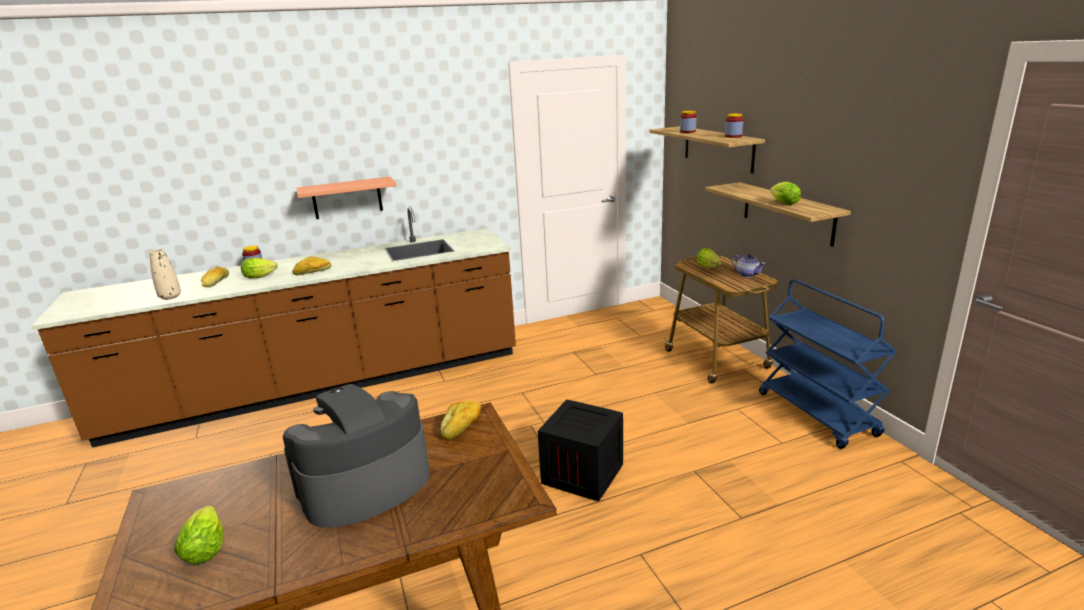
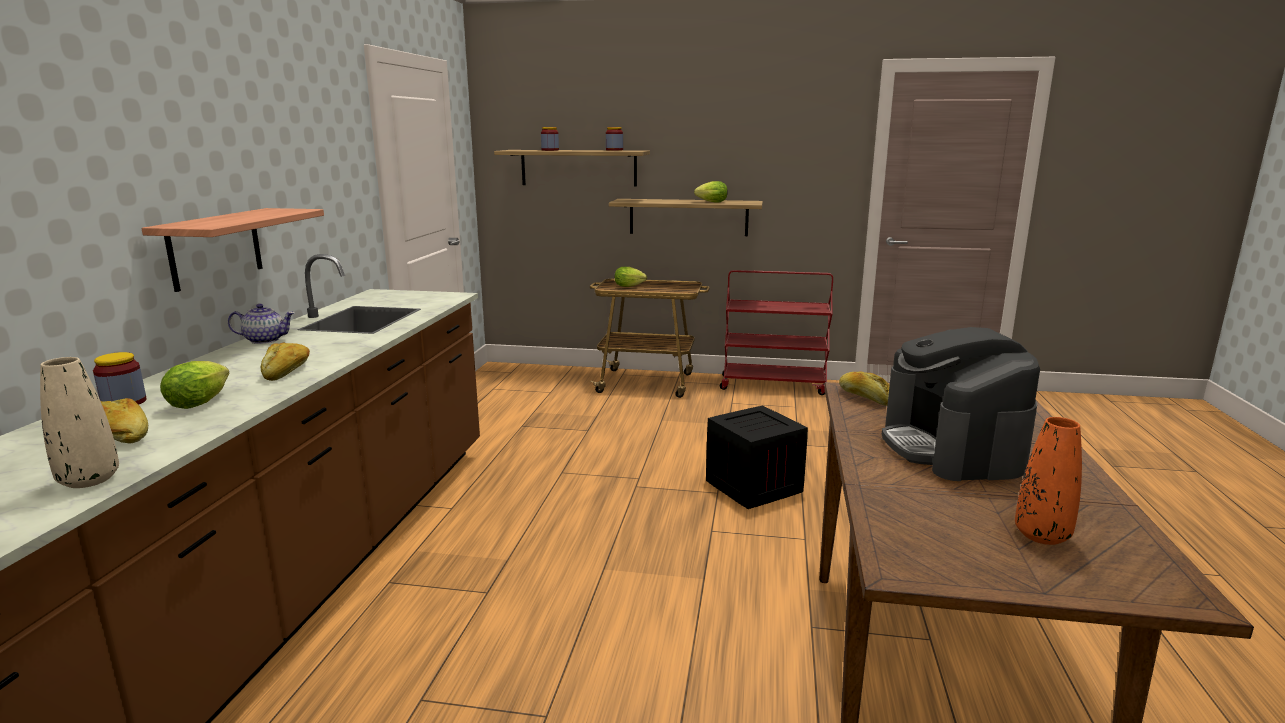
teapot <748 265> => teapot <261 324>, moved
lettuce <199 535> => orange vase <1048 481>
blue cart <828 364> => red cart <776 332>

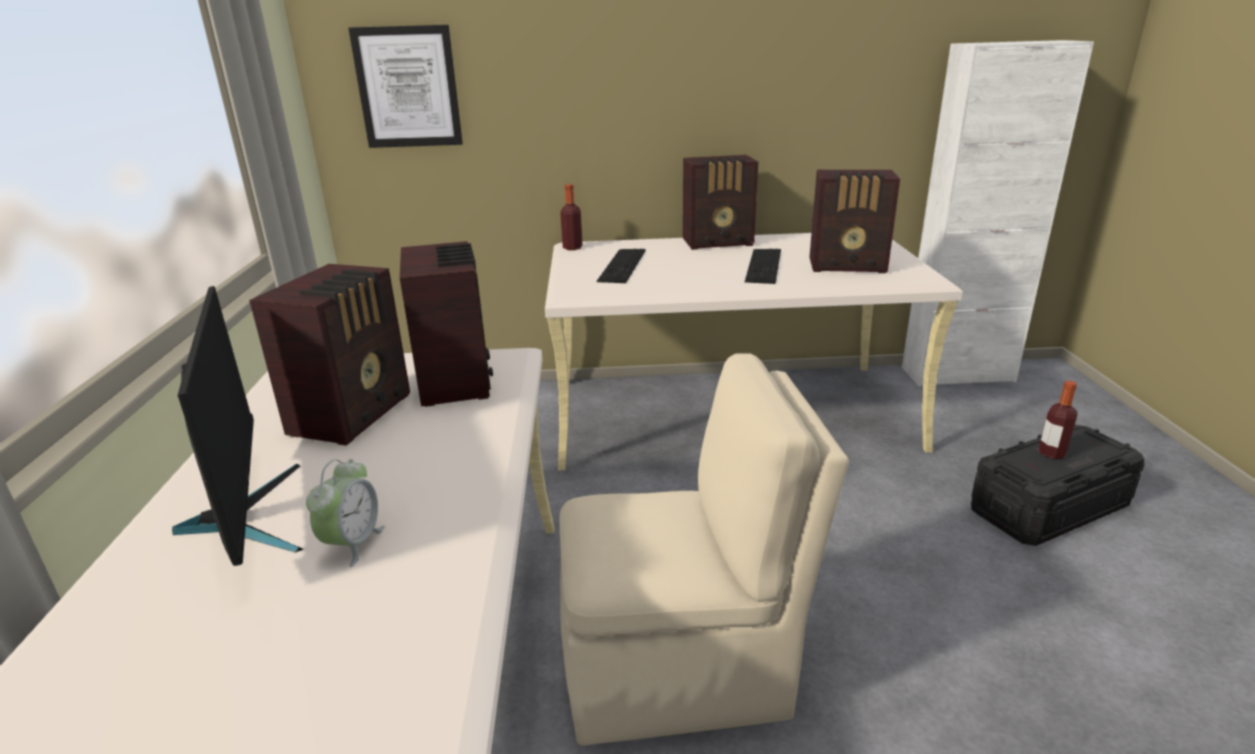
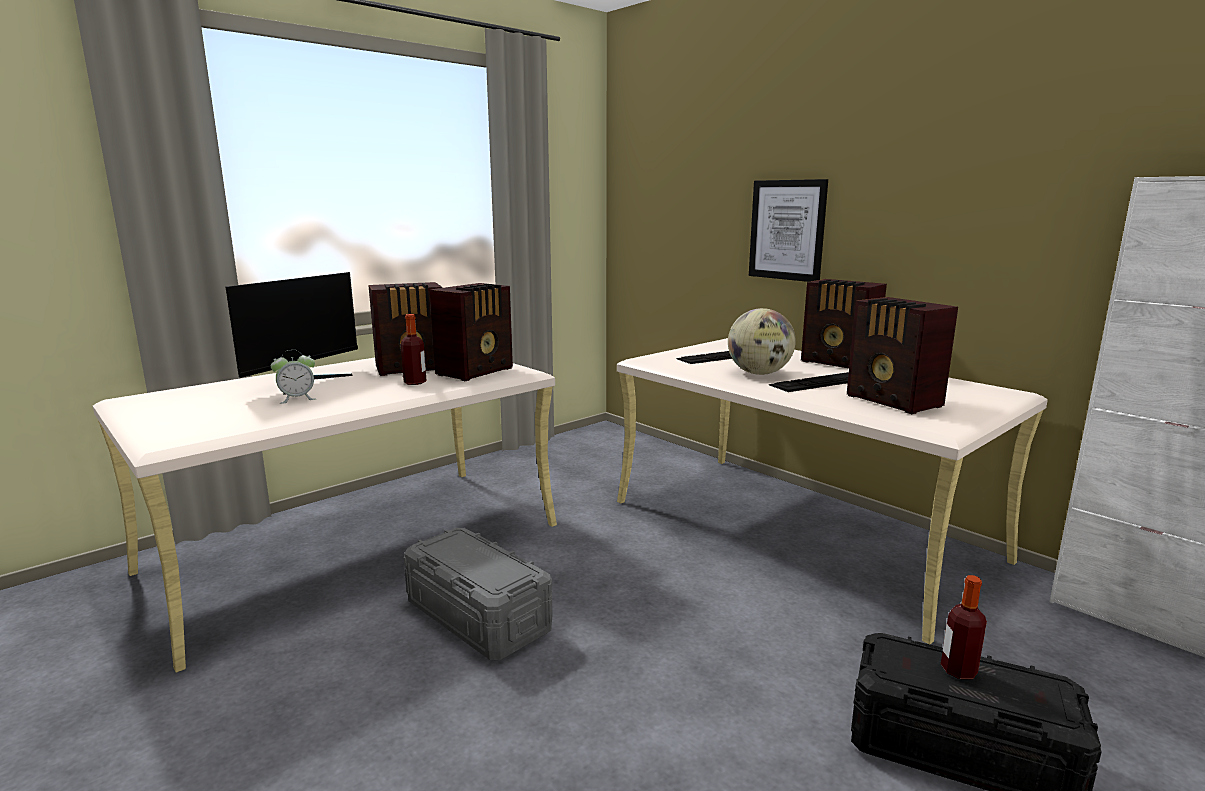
nothing => globe <762 341>
picture <405 86> => picture <788 230>, moved
bottle <572 217> => bottle <413 349>, moved
beige chair <704 549> => grey storage box <478 594>

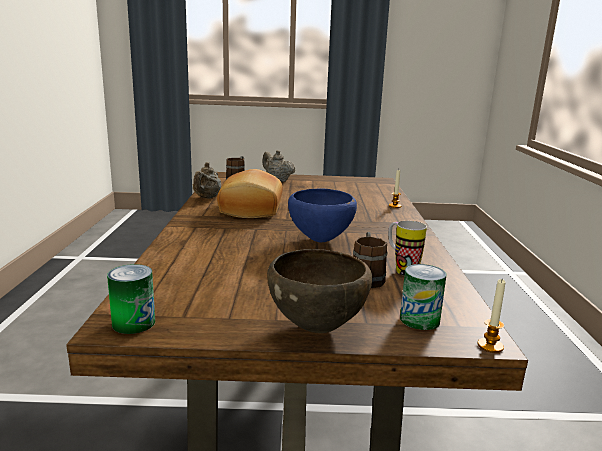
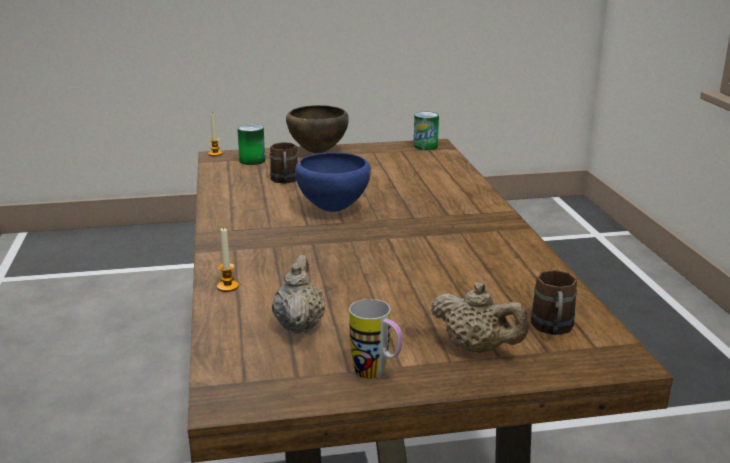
bread <250 193> => nothing
beige teapot <207 180> => beige teapot <298 294>, moved
mug <407 248> => mug <376 339>, moved

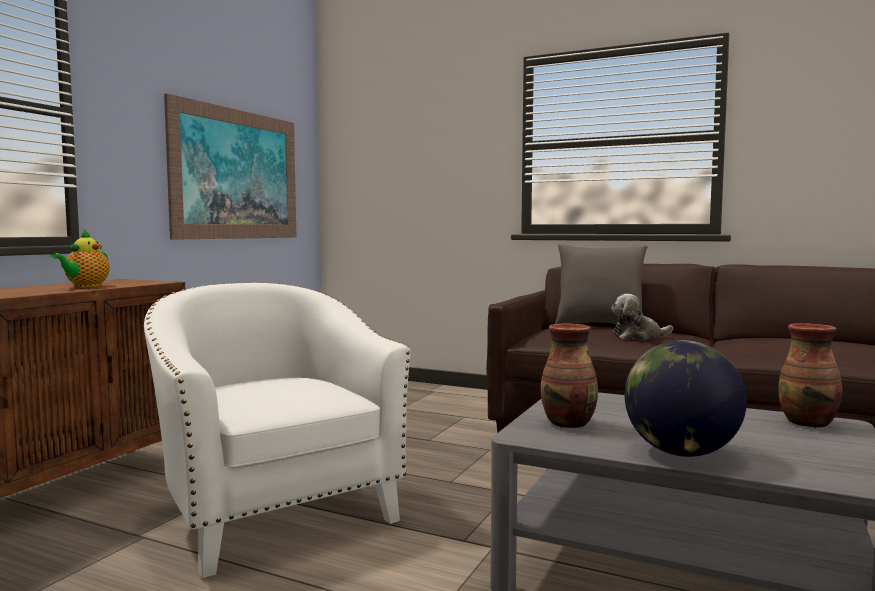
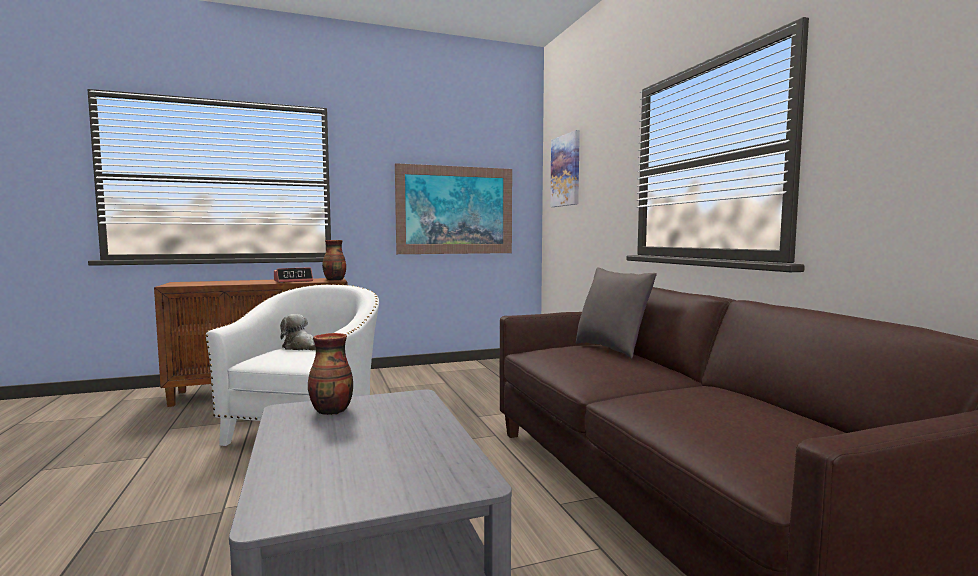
globe <686 398> => nothing
nothing => picture <565 168>
plush toy <642 316> => plush toy <298 332>, moved
vase <810 375> => vase <334 260>, moved
teapot <80 258> => alarm clock <293 275>

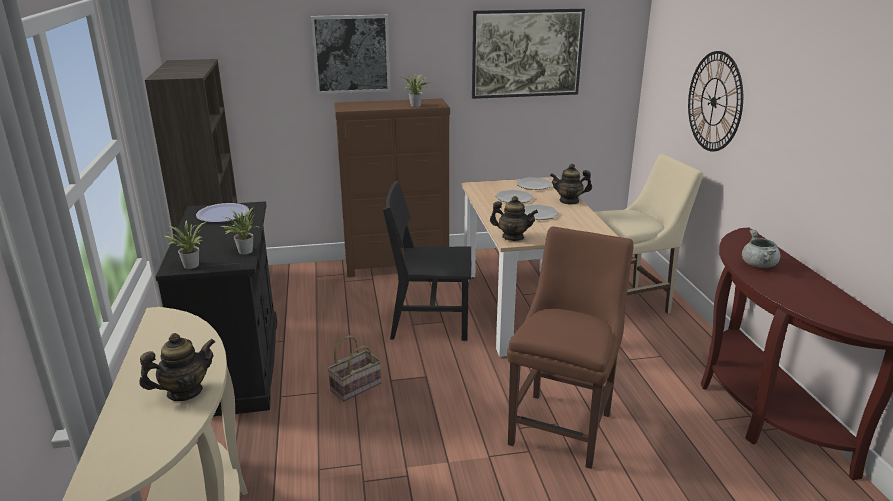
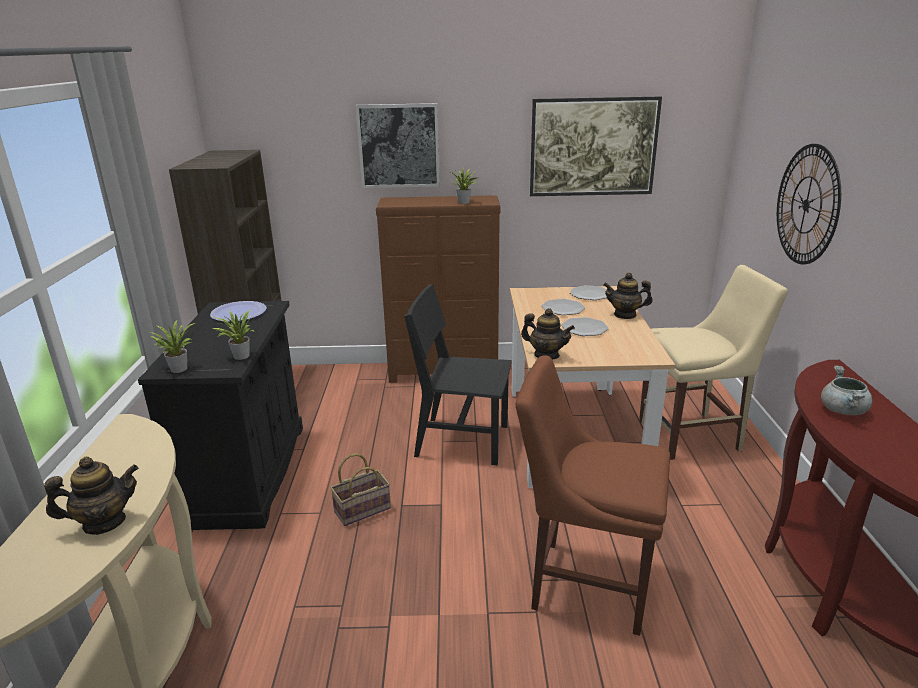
brown chair <570 347> => brown chair <593 495>, 105 degrees counterclockwise

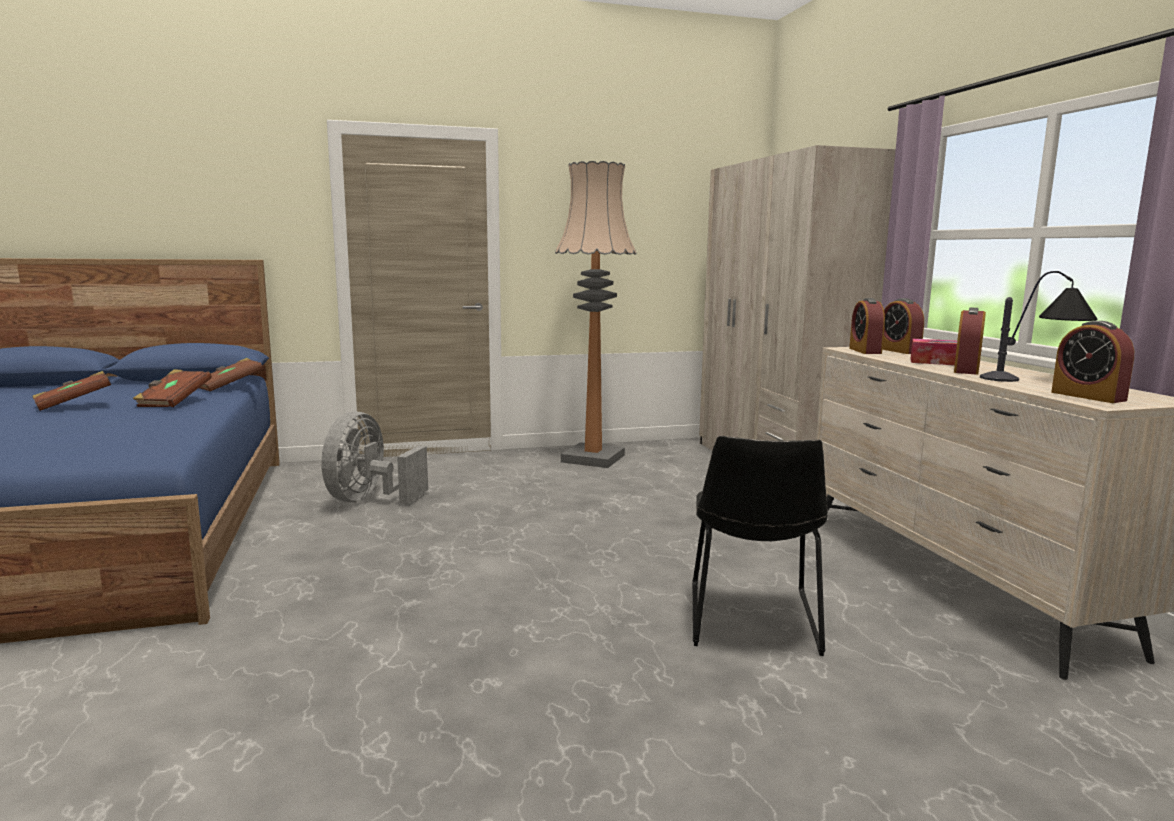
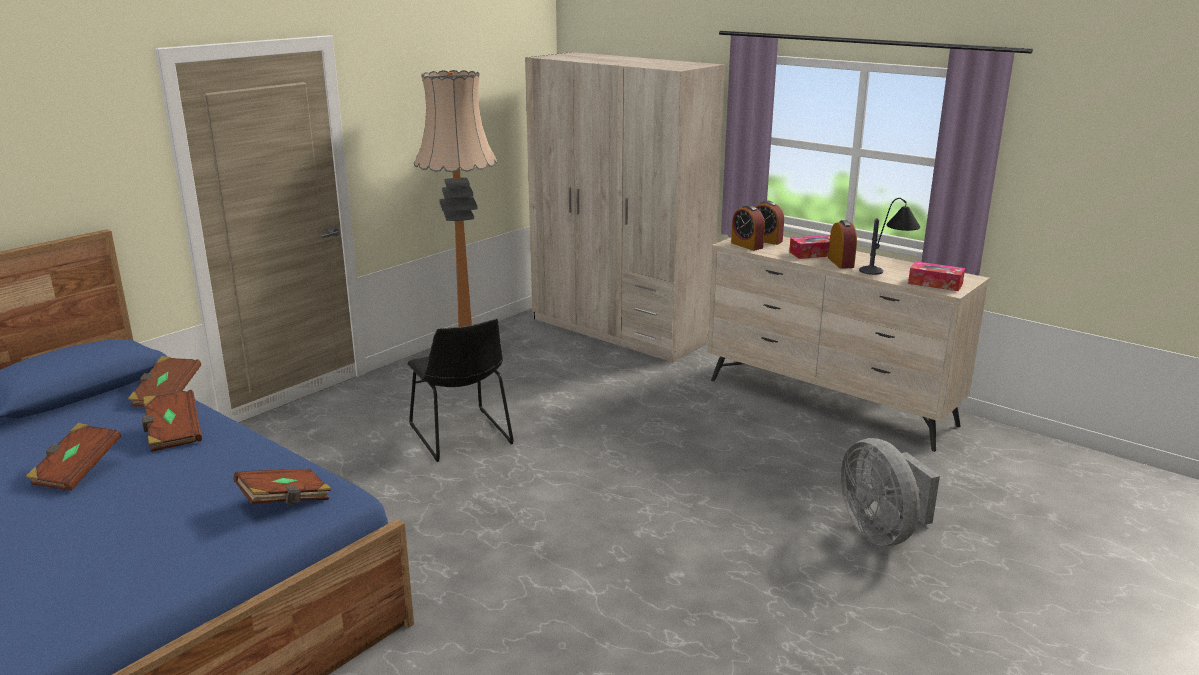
nothing => brown book <283 486>
grey fan <374 457> => grey fan <890 492>, moved
black chair <760 546> => black chair <460 390>, moved
alarm clock <1092 362> => tissue box <936 276>

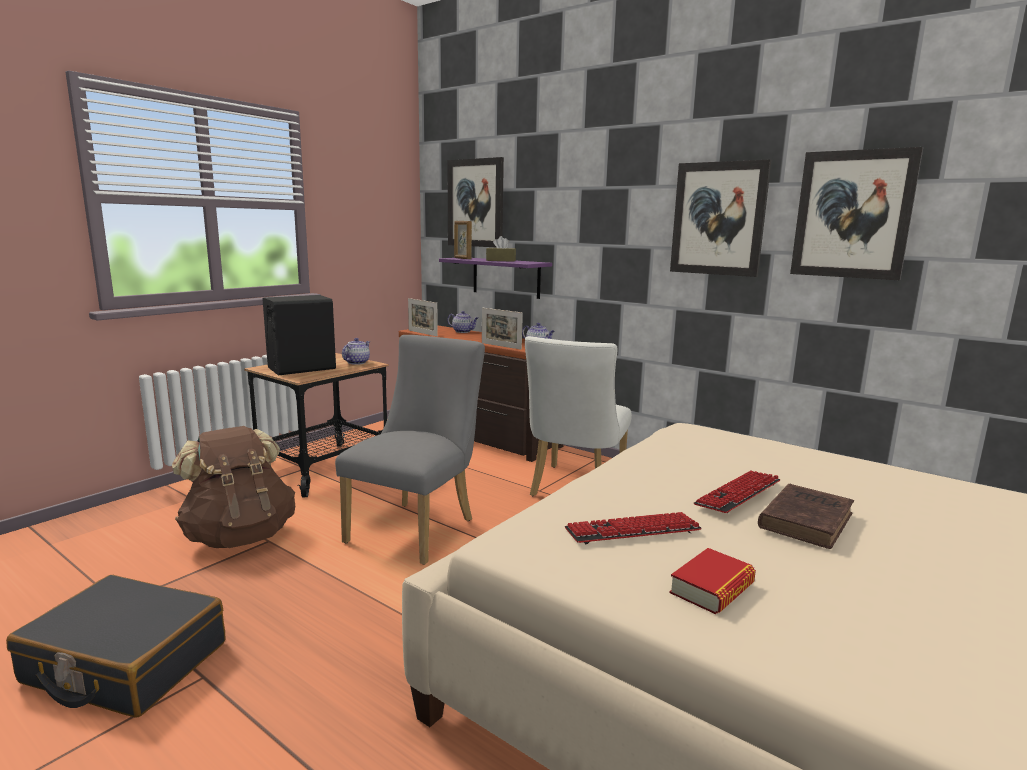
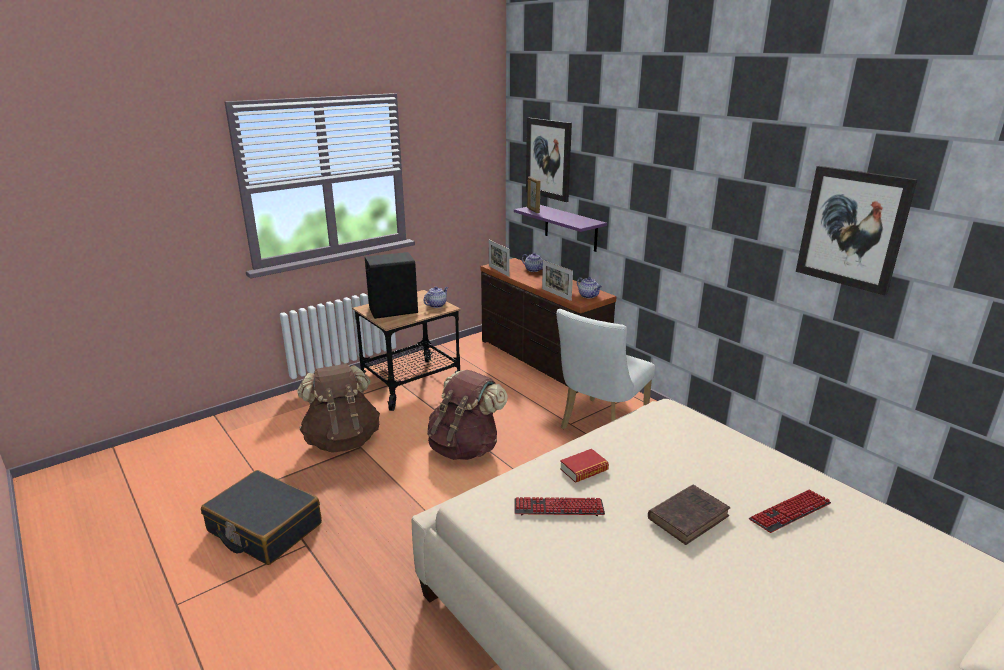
brown tissue box <501 249> => nothing
picture <720 218> => nothing
book <712 581> => book <584 466>, moved
keyboard <737 492> => keyboard <790 511>, moved
grey chair <410 450> => brown backpack <467 415>

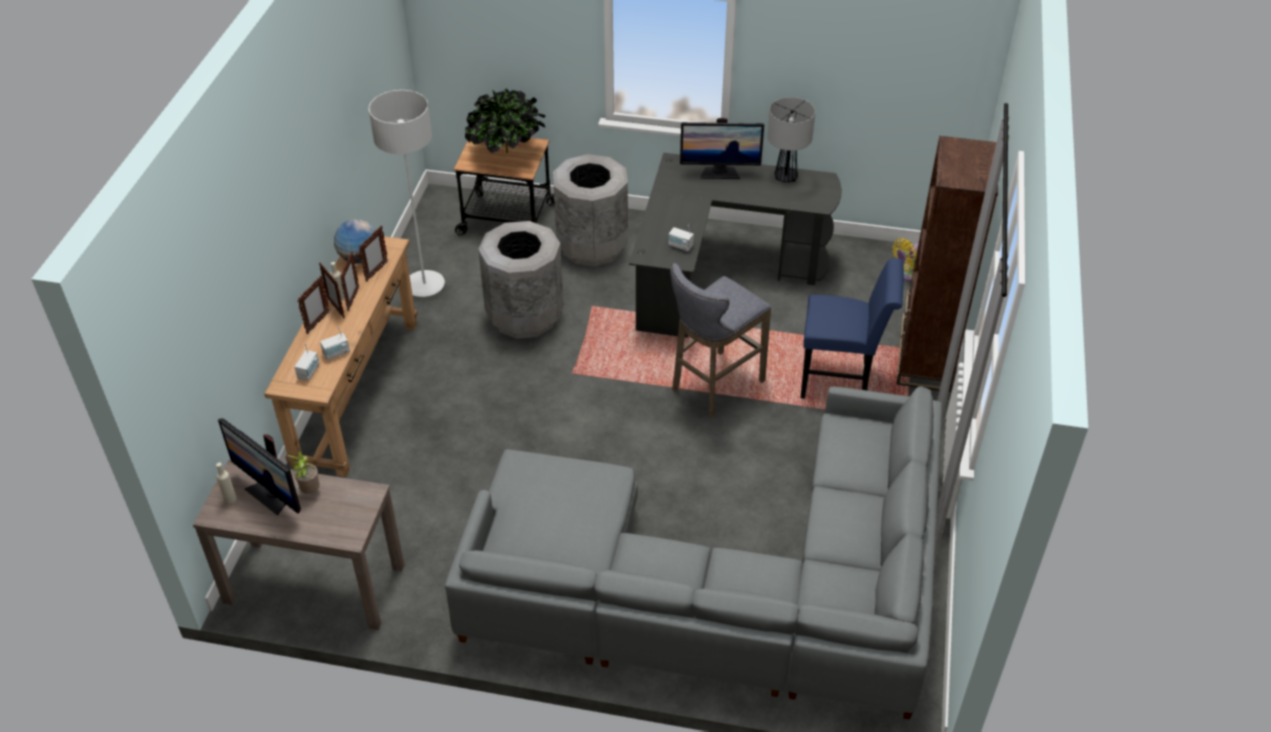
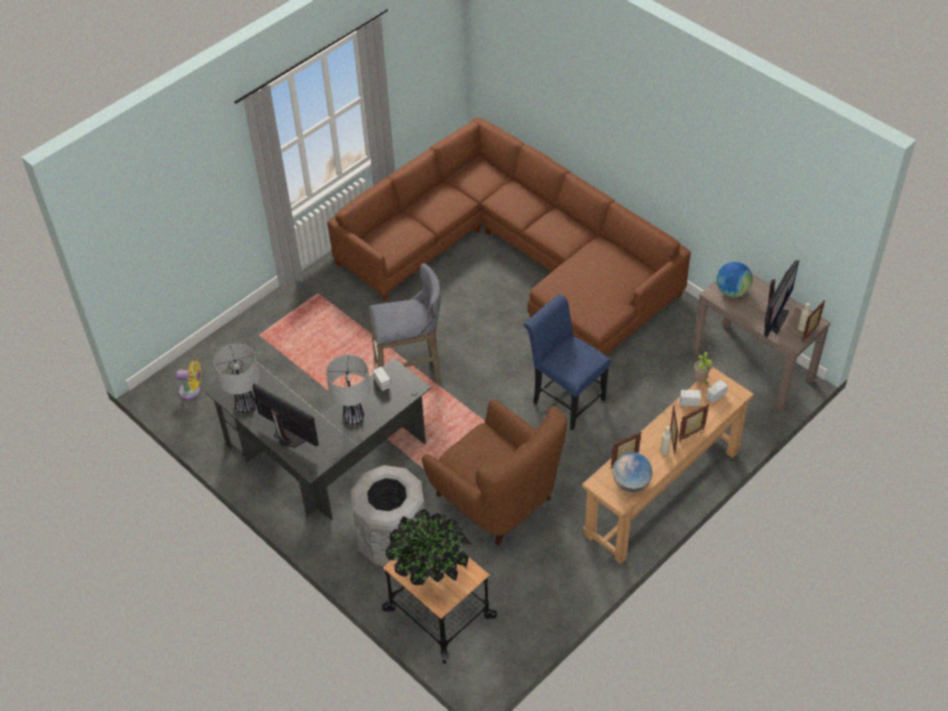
grey floor lamp <407 193> => nothing
brown bookcase <947 264> => nothing
nothing => table lamp <348 390>
nothing => globe <734 279>
potted plant <304 471> => potted plant <703 368>, moved
picture frame <349 281> => picture frame <813 321>, moved
blue chair <852 328> => blue chair <567 362>, moved
grey trash can <521 280> => brown armchair <494 472>
grey sofa <693 552> => brown sofa <509 236>
monitor <259 467> => monitor <781 298>, 45 degrees clockwise

